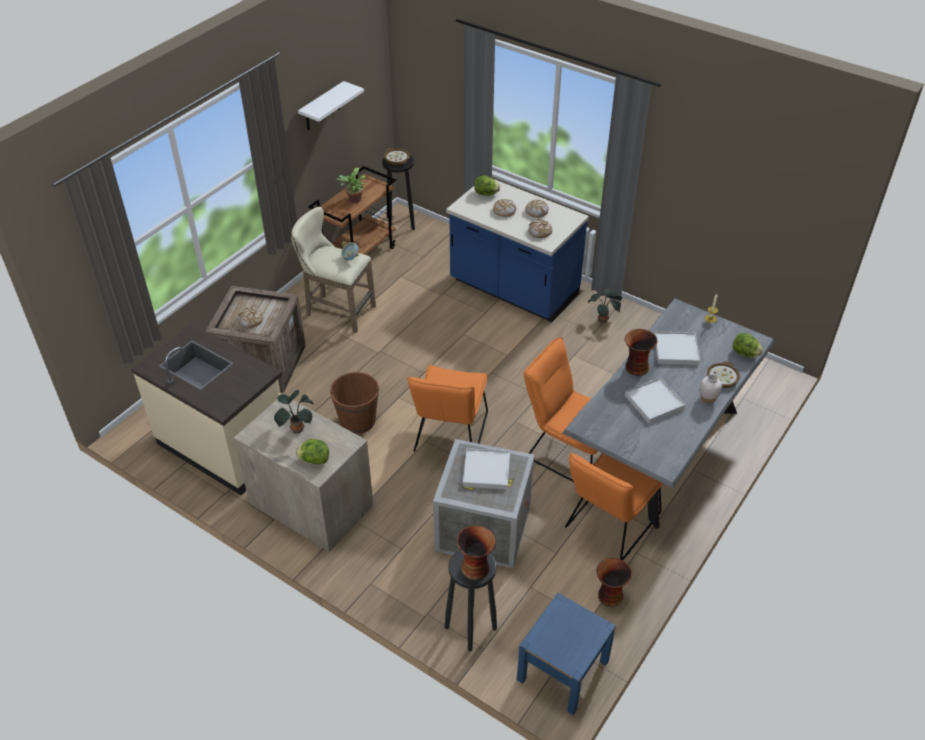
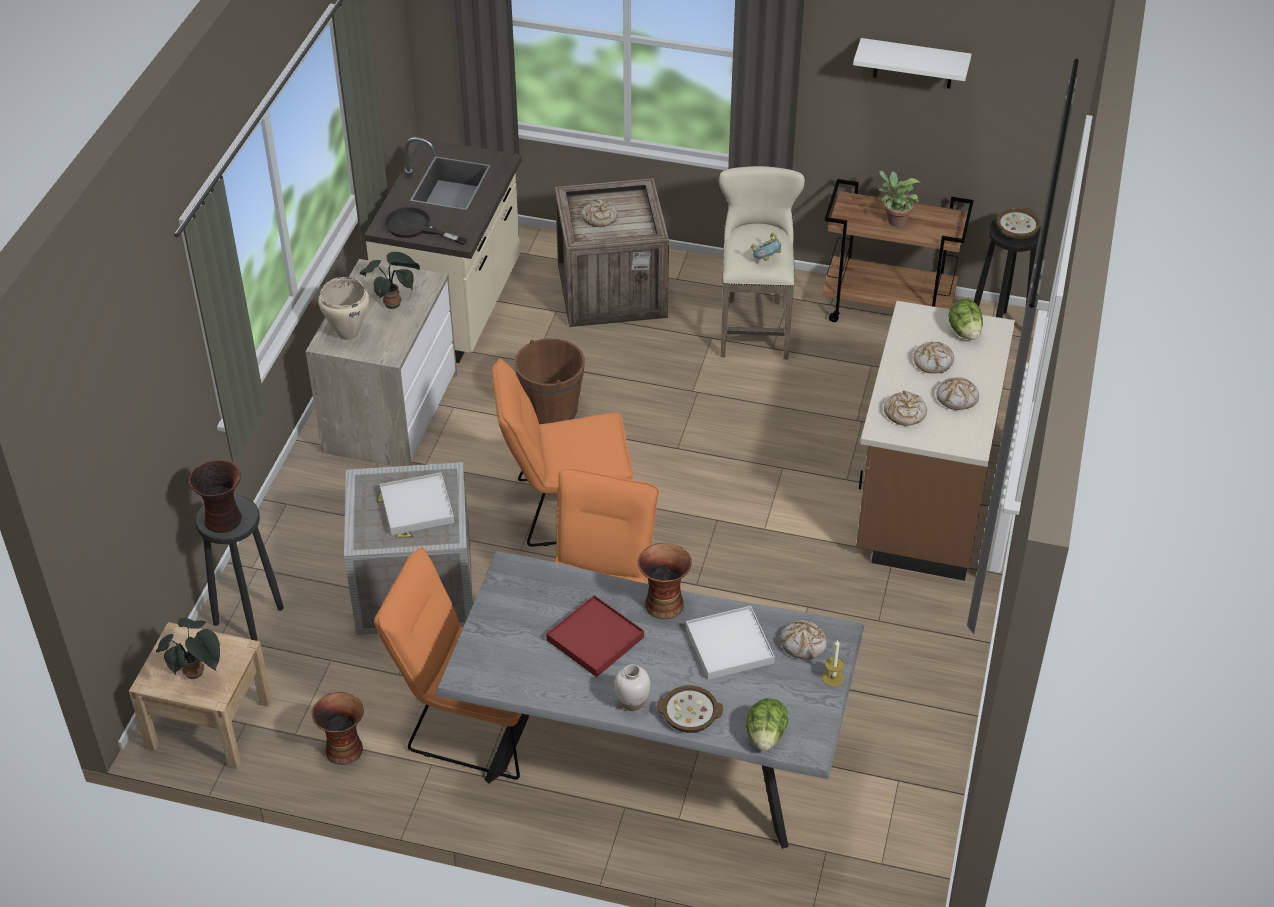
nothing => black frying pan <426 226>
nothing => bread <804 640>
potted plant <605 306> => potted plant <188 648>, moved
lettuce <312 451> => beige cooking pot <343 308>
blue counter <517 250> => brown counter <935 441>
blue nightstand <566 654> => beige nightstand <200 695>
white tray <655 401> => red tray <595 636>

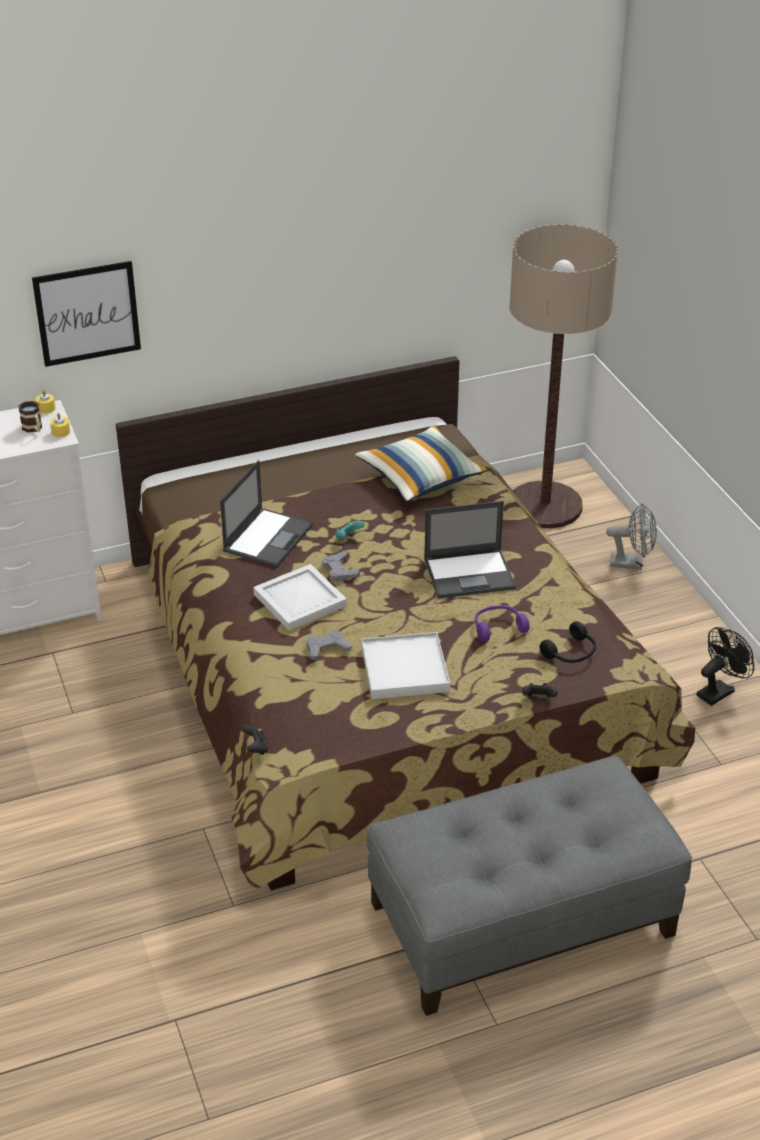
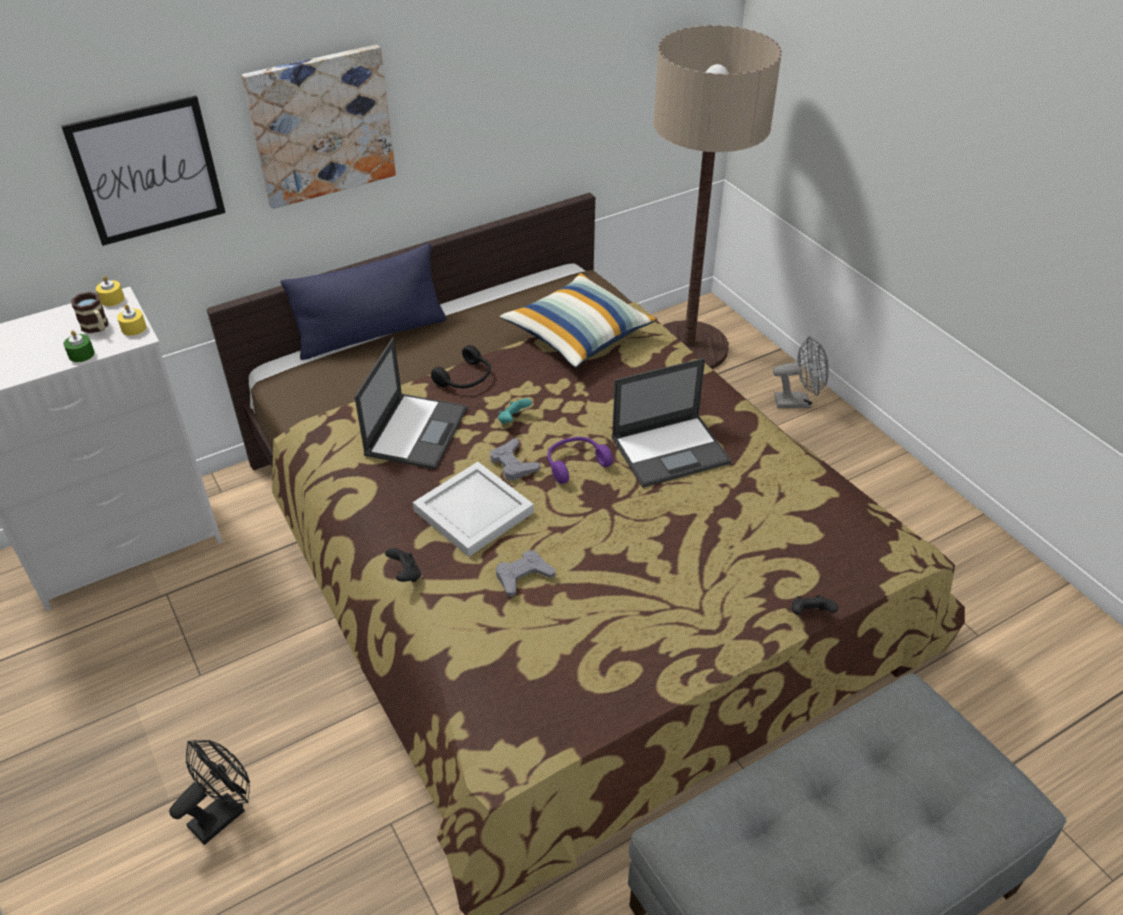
white tray <405 665> => nothing
nothing => green candle <79 346>
nothing => picture <319 127>
nothing => blue pillow <363 301>
black game controller <254 740> => black game controller <403 565>, moved
purple headphones <502 623> => purple headphones <580 460>, moved
black headphones <568 642> => black headphones <461 366>, moved
black fan <725 666> => black fan <209 792>, moved

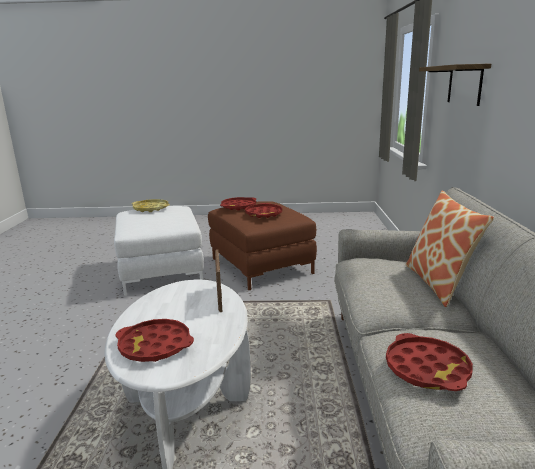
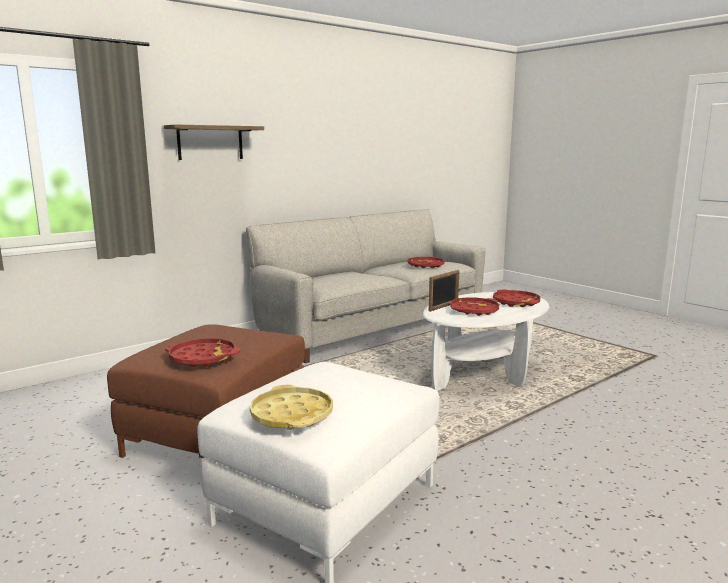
pillow <450 249> => nothing
red tray <263 210> => red tray <474 306>, moved

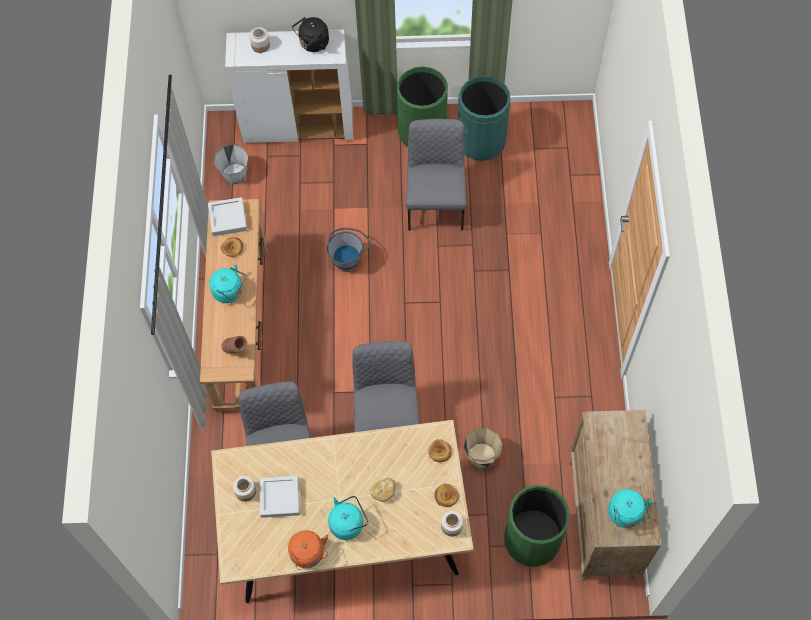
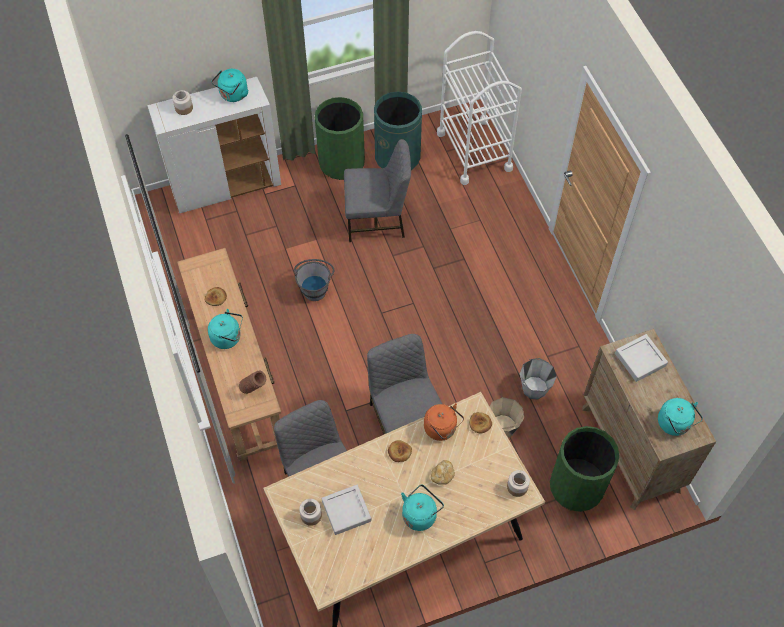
nothing => white cart <479 108>
grey tray <227 216> => grey tray <641 358>, moved
grey bucket <231 164> => grey bucket <538 378>, moved
orange kettle <308 550> => orange kettle <444 422>, moved
bread <447 495> => bread <400 451>, moved
black kettle <310 34> => turquoise kettle <229 85>
grey chair <436 174> => grey chair <377 190>, 105 degrees clockwise

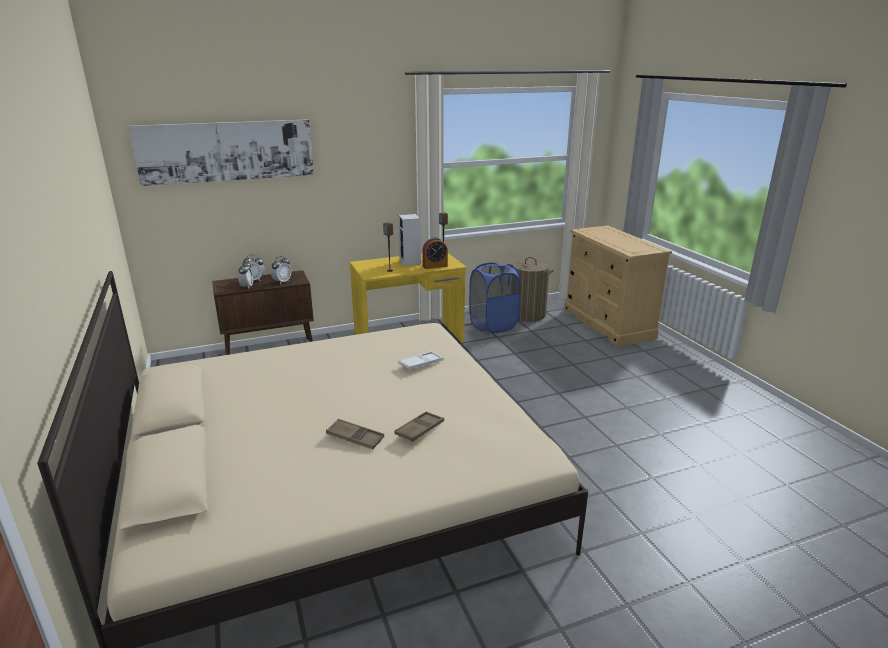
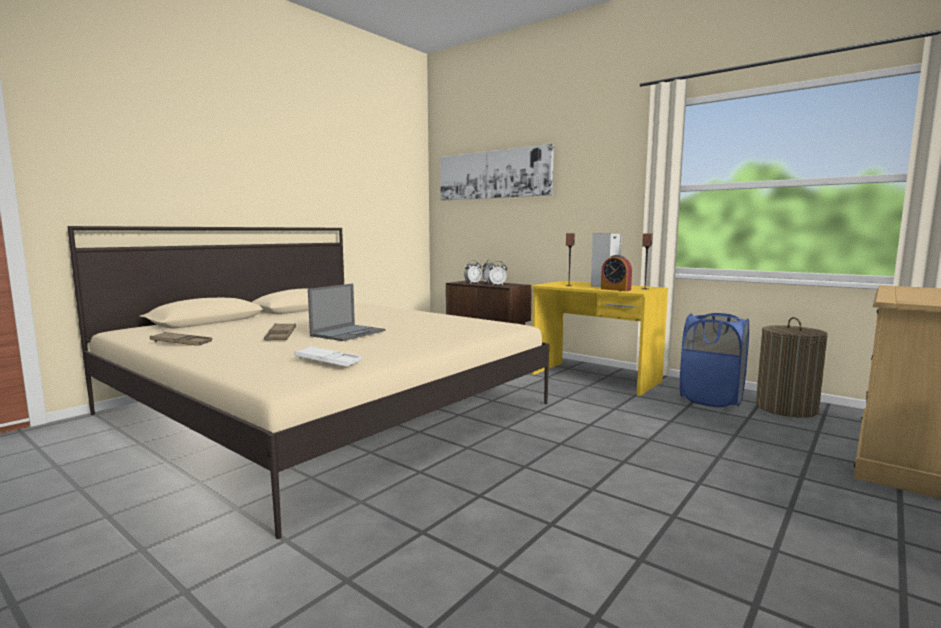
nothing => laptop <346 312>
brown tray <419 426> => brown tray <181 338>, moved
white tray <420 360> => white tray <328 356>, moved

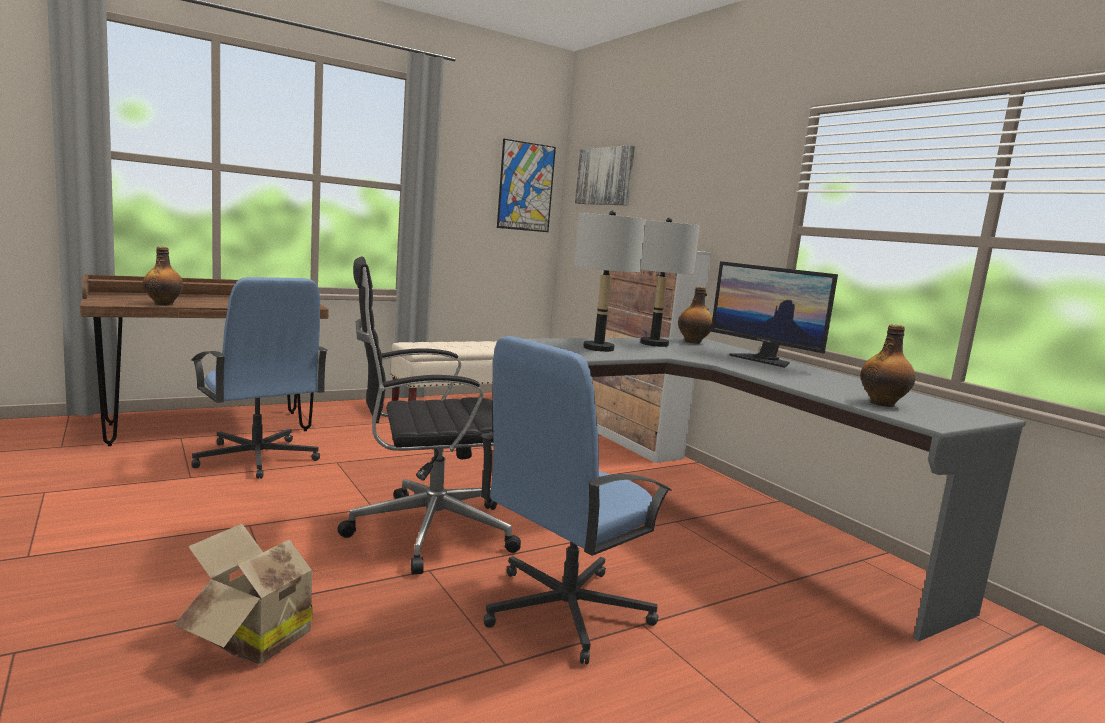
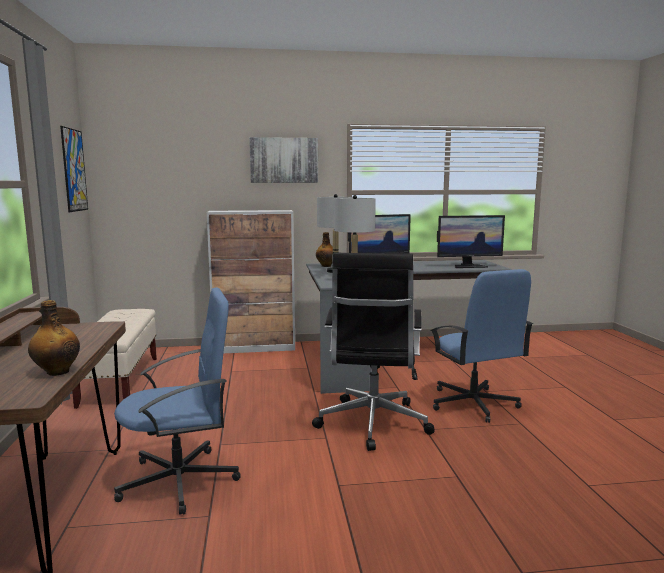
cardboard box <255 594> => nothing
picture <605 175> => picture <283 160>, moved
bottle <887 365> => monitor <471 241>

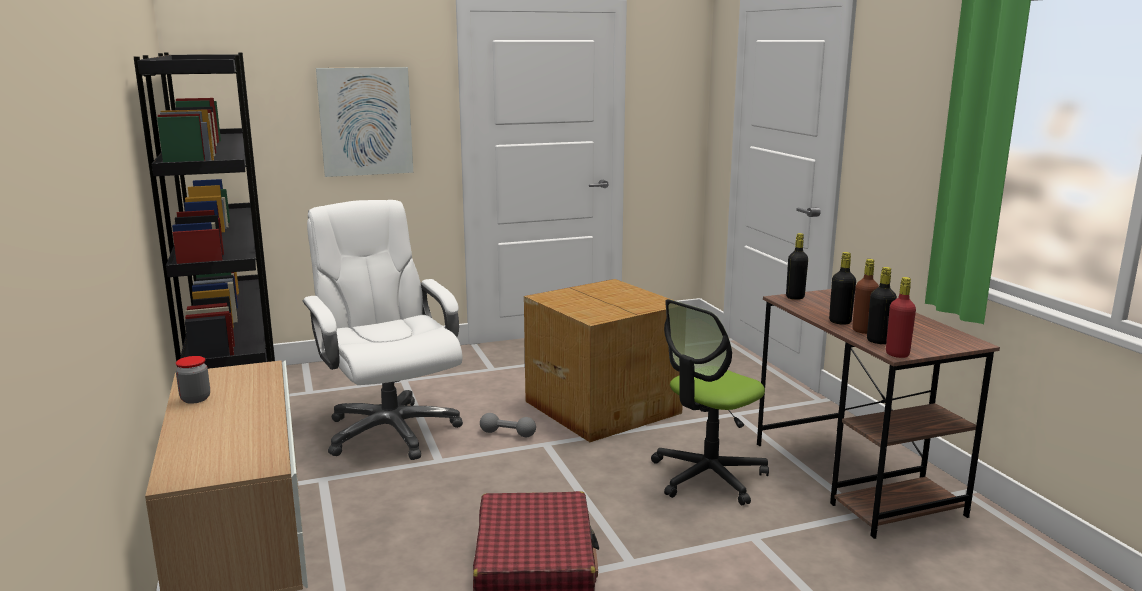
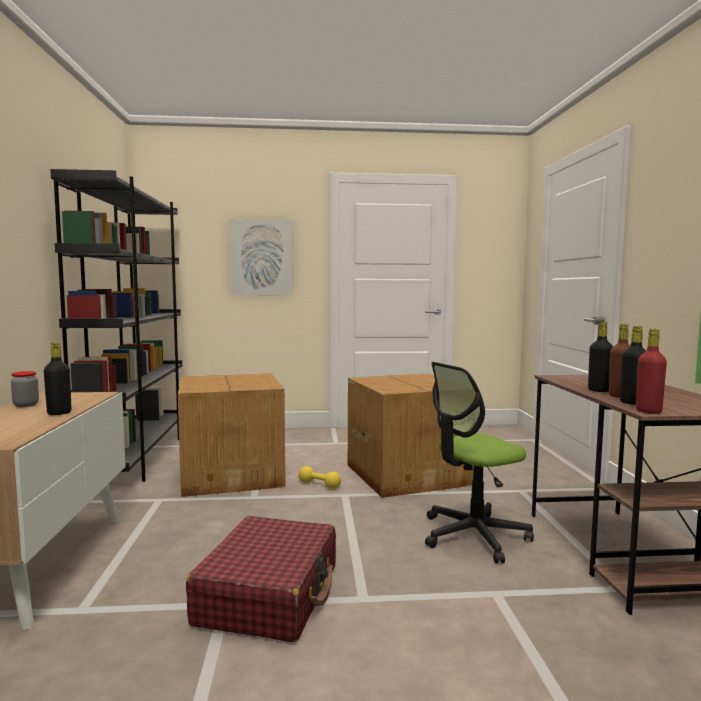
black bottle <797 266> => black bottle <57 378>, moved
white office chair <382 330> => cardboard box <232 435>
grey dumbbell <508 425> => yellow dumbbell <319 477>

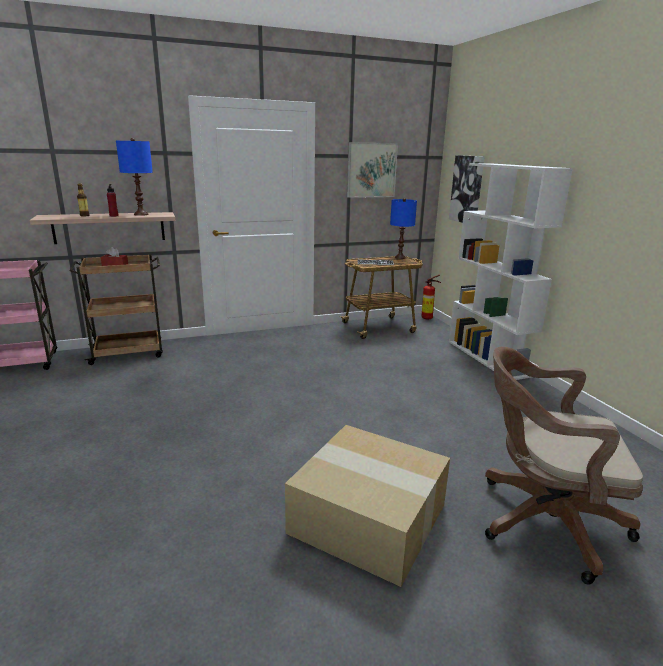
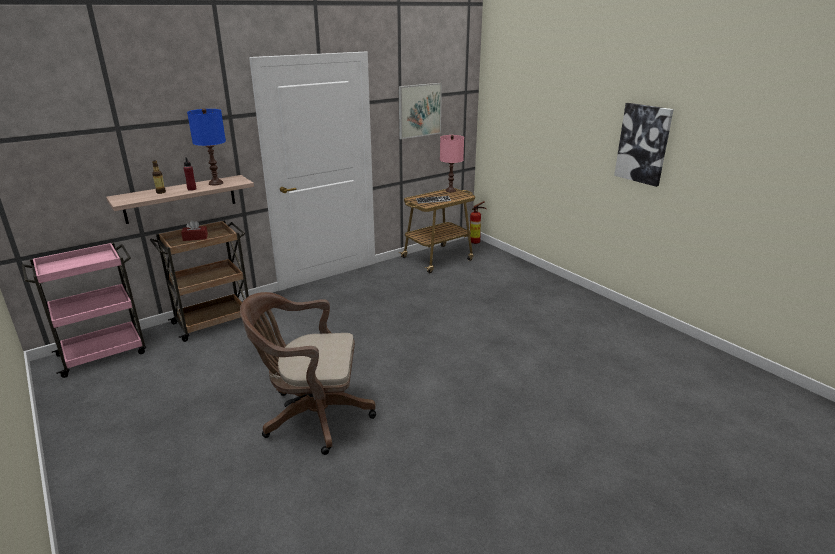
cardboard box <367 506> => nothing
white bookcase <511 271> => nothing
picture <467 189> => picture <644 145>, moved
brown office chair <564 466> => brown office chair <308 373>, moved
blue table lamp <403 228> => pink table lamp <452 163>

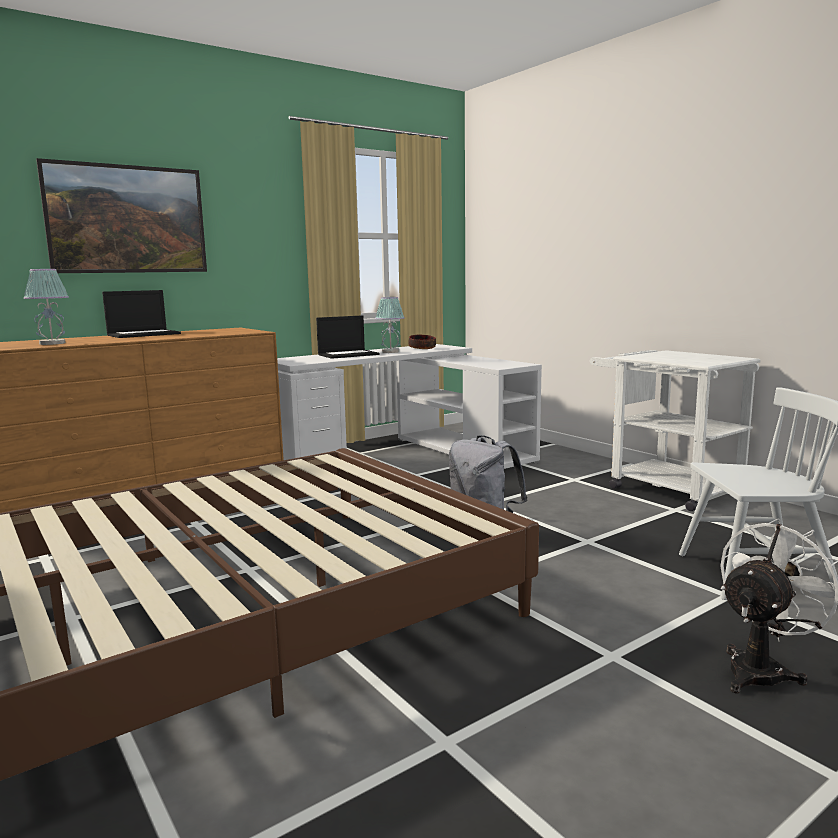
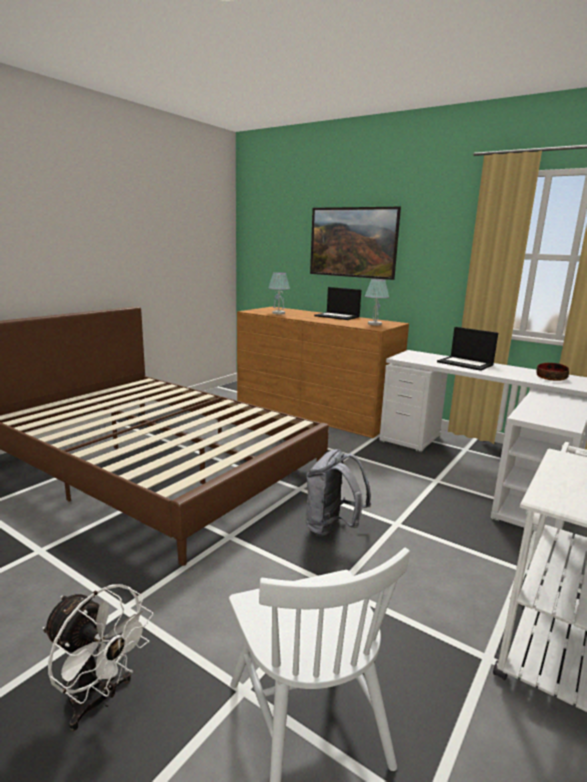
table lamp <390 325> => table lamp <377 302>, moved

